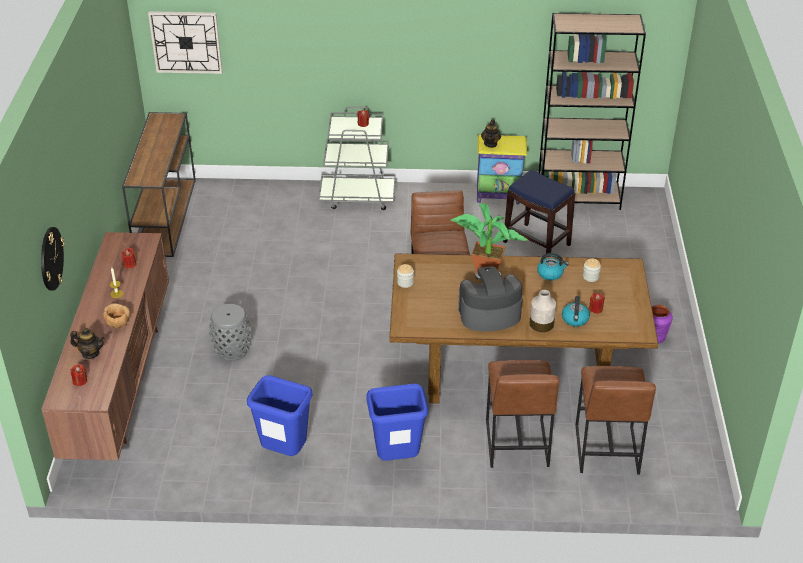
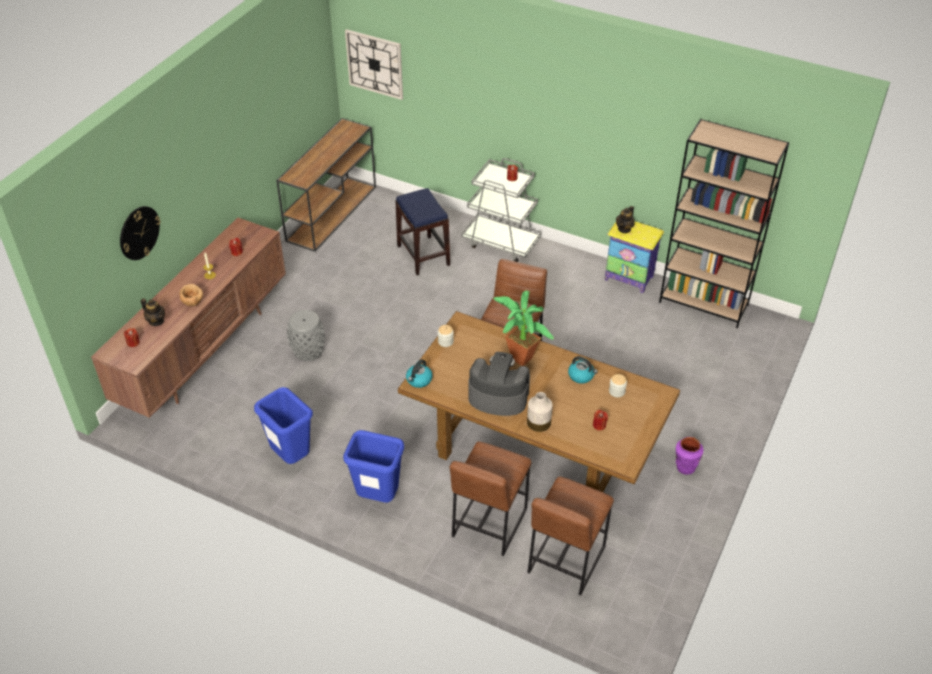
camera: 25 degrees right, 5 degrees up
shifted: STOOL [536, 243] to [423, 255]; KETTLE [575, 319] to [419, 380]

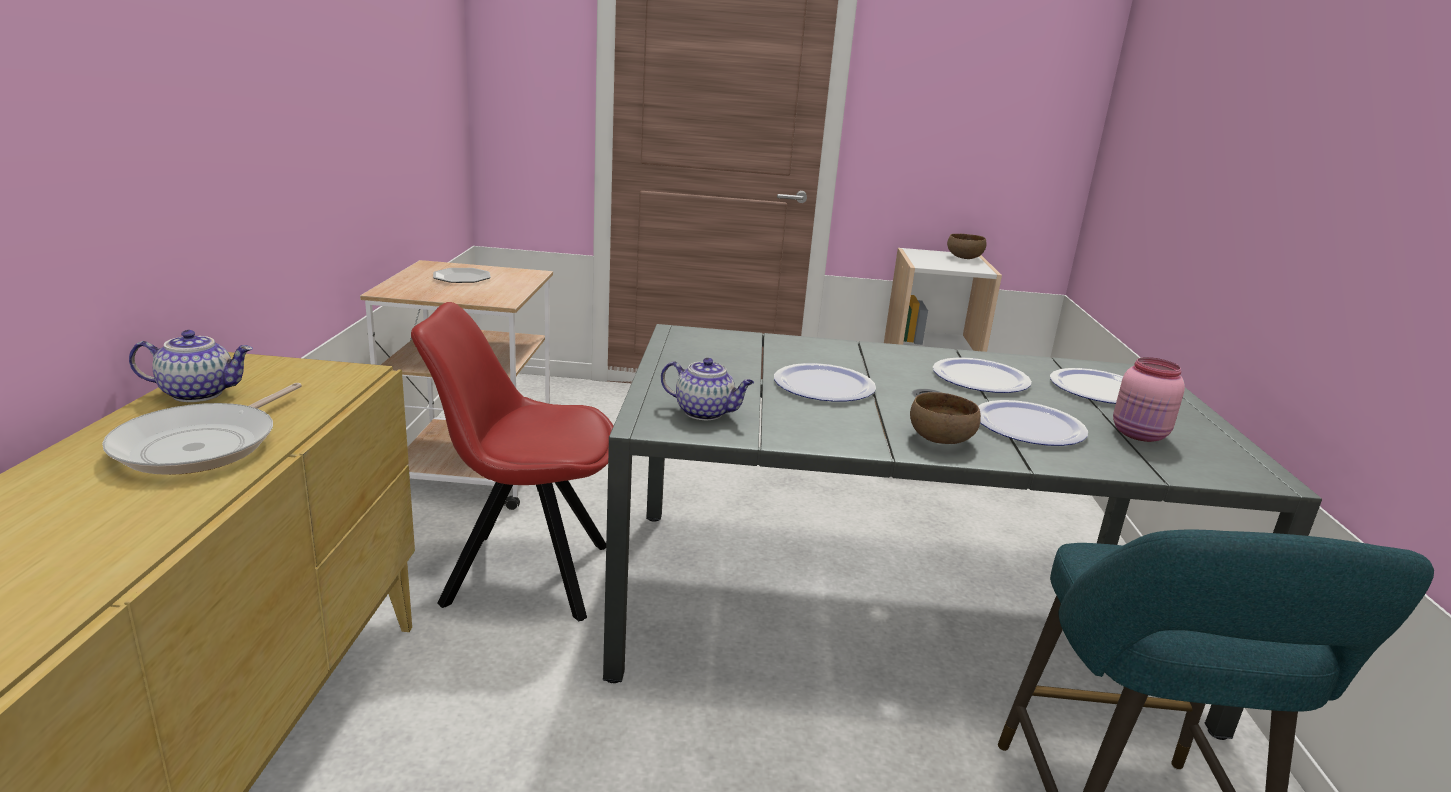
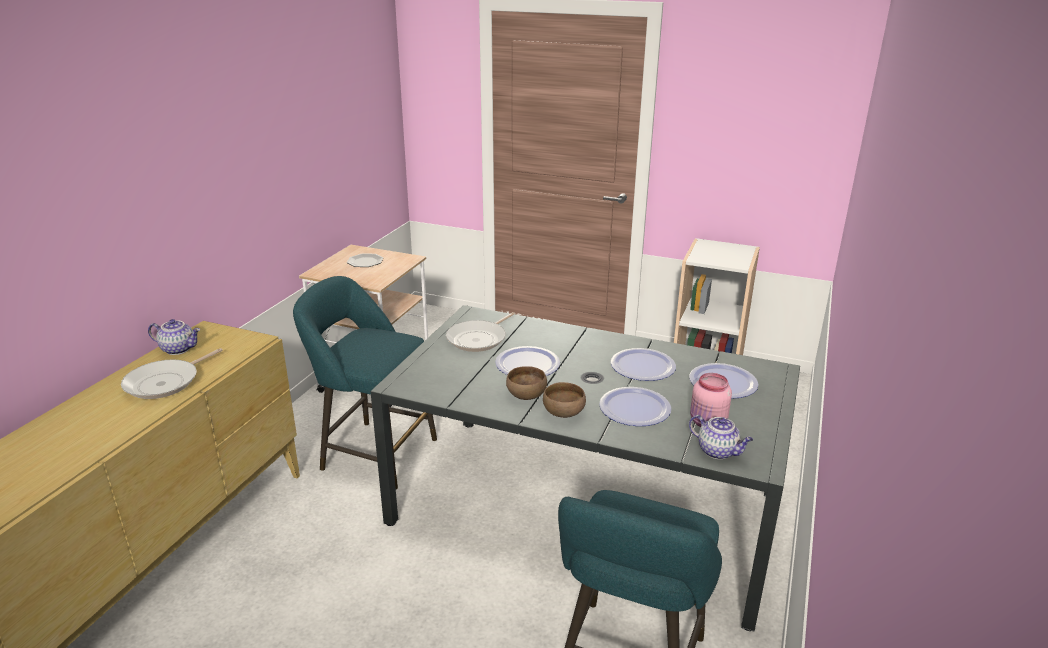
camera: 20 degrees right, 5 degrees up
new: FRYING PAN [479, 339]
shifted: TEAPOT [705, 412] to [718, 451]; BROWN BOWL [963, 257] to [525, 395]
swapped: RED CHAIR [525, 575] to TURQUOISE STOOL [374, 453]

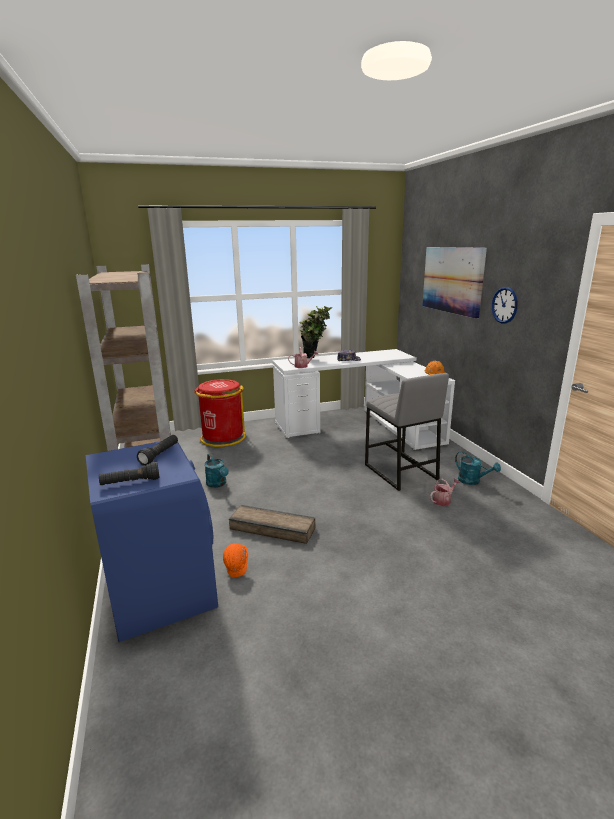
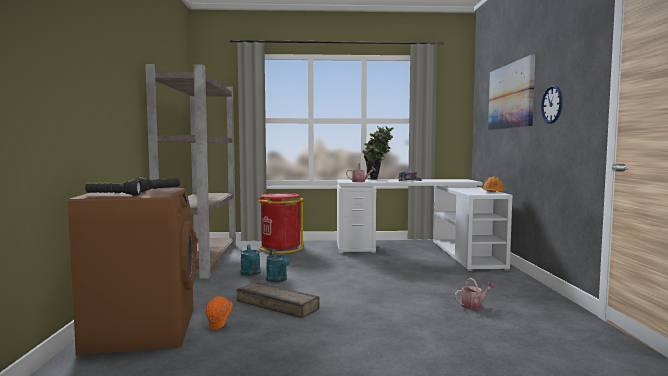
camera: 15 degrees right, 15 degrees down
gone: GREY STOOL [400, 472]
shifted: TURQUOISE WATERING CAN [472, 481] to [278, 280]
repainted: BLUE WASHING MACHINE [163, 589] to BROWN WASHING MACHINE [144, 329]

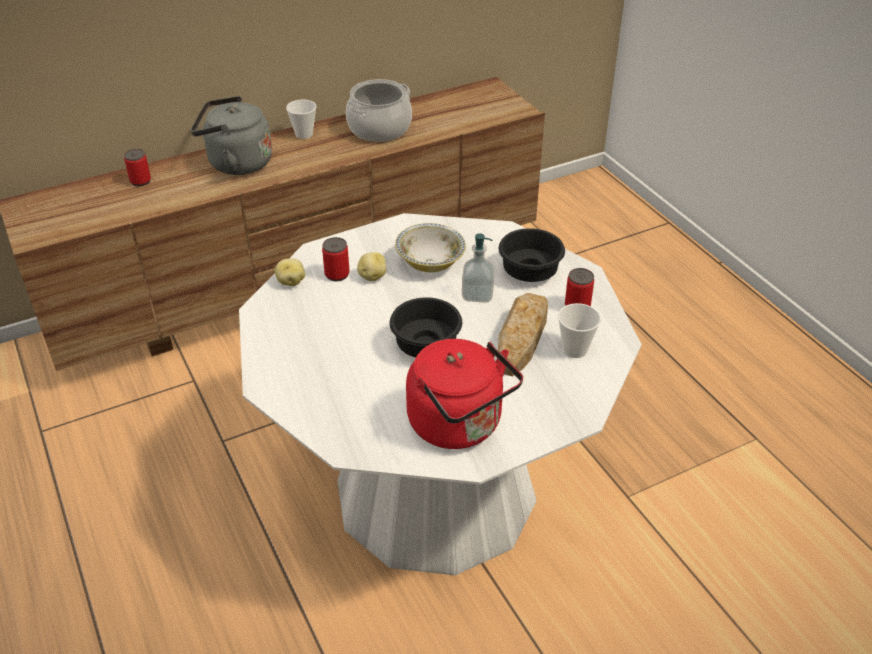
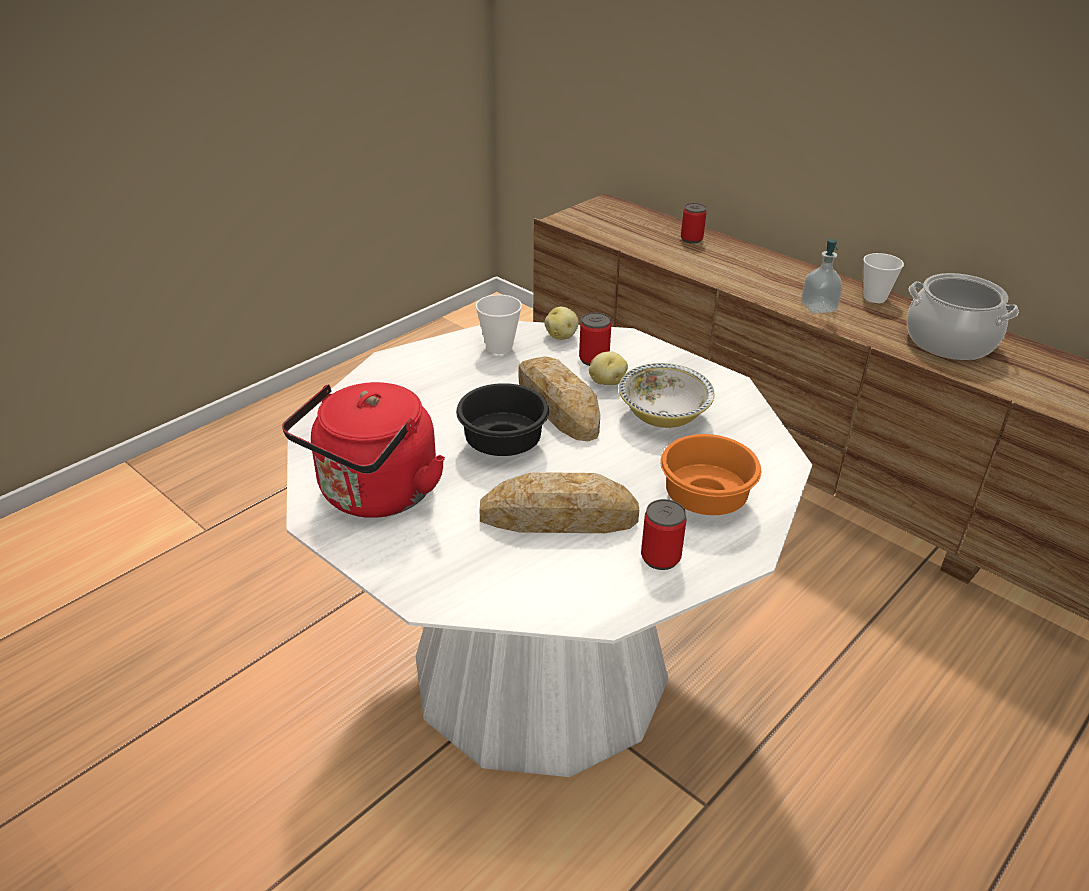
camera: 70 degrees right, 5 degrees down
gone: GREY KETTLE [236, 163]
new: BREAD [557, 405]
shifted: SOAP DISPENSER [477, 294] to [818, 307]; CUP [575, 349] to [499, 347]
repainted: BLACK BOWL [531, 273] to ORANGE BOWL [704, 501]

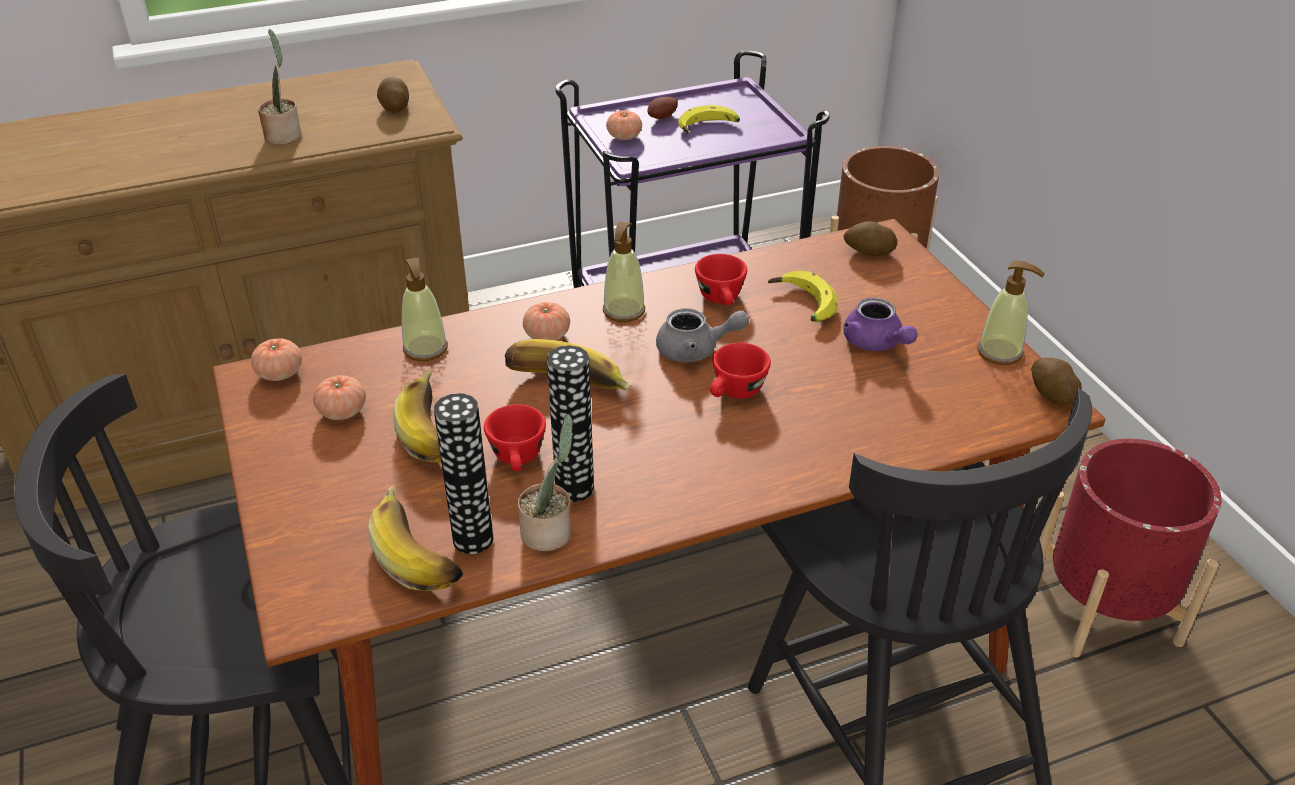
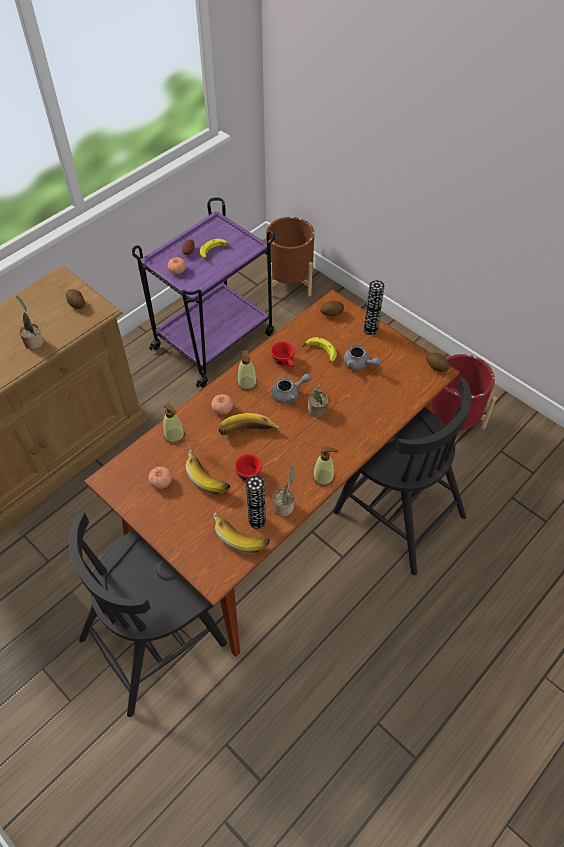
camera: 25 degrees left, 15 degrees up
gone: TOMATO [280, 373]
shifted: VASE [574, 488] to [370, 329]; SOAP DISPENSER [1000, 352] to [323, 477]
swapped: RED CUP [735, 393] to POTTED PLANT [317, 410]
repainted: PURPLE TEAPOT [876, 344] to GREY TEAPOT [359, 364]

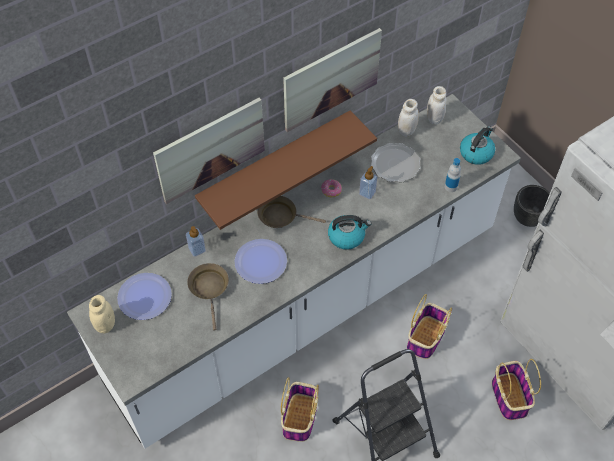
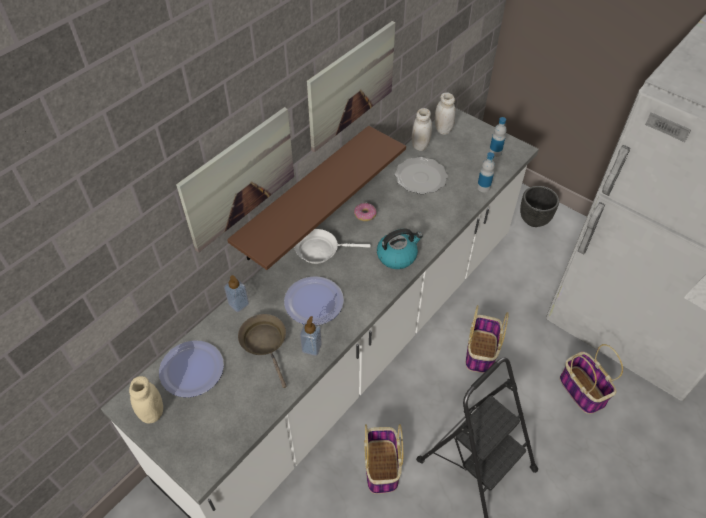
camera: 15 degrees left, 5 degrees down
shifted: SOAP DISPENSER [367, 193] to [311, 347]
swapped: KETTLE [476, 153] to BOTTLE [495, 152]
repainted: BROWN FRYING PAN [281, 216] to WHITE FRYING PAN [320, 250]

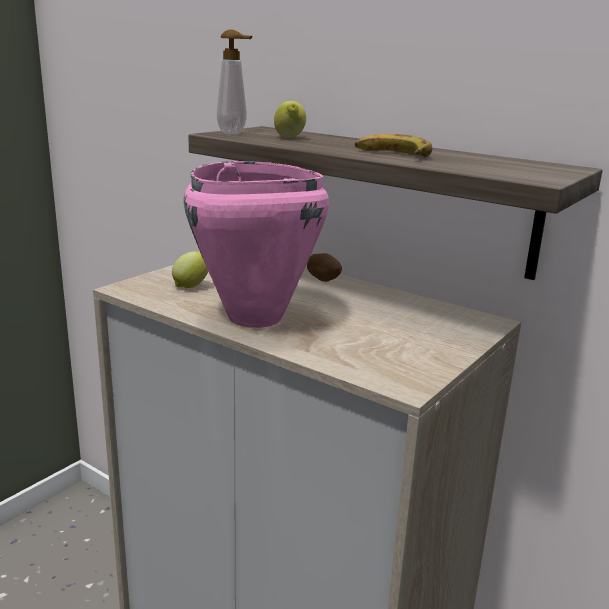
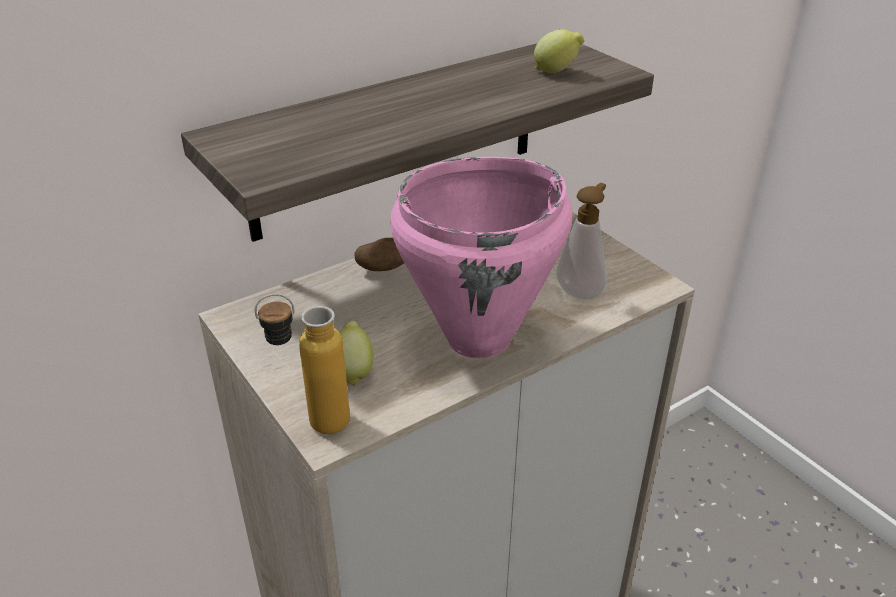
camera: 70 degrees left, 15 degrees up
gone: BANANA [392, 154]
new: BOTTLE [312, 424]
shifted: SOAP DISPENSER [235, 133] to [581, 291]; LEMON [289, 138] to [556, 72]

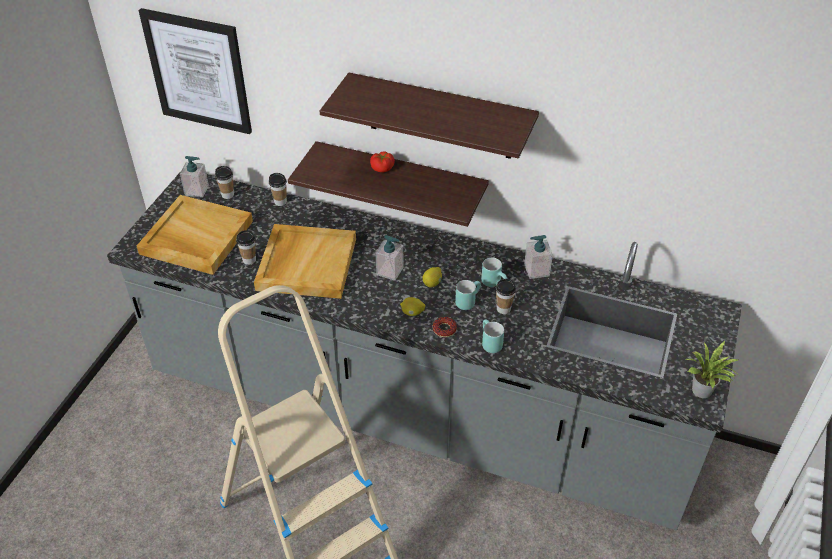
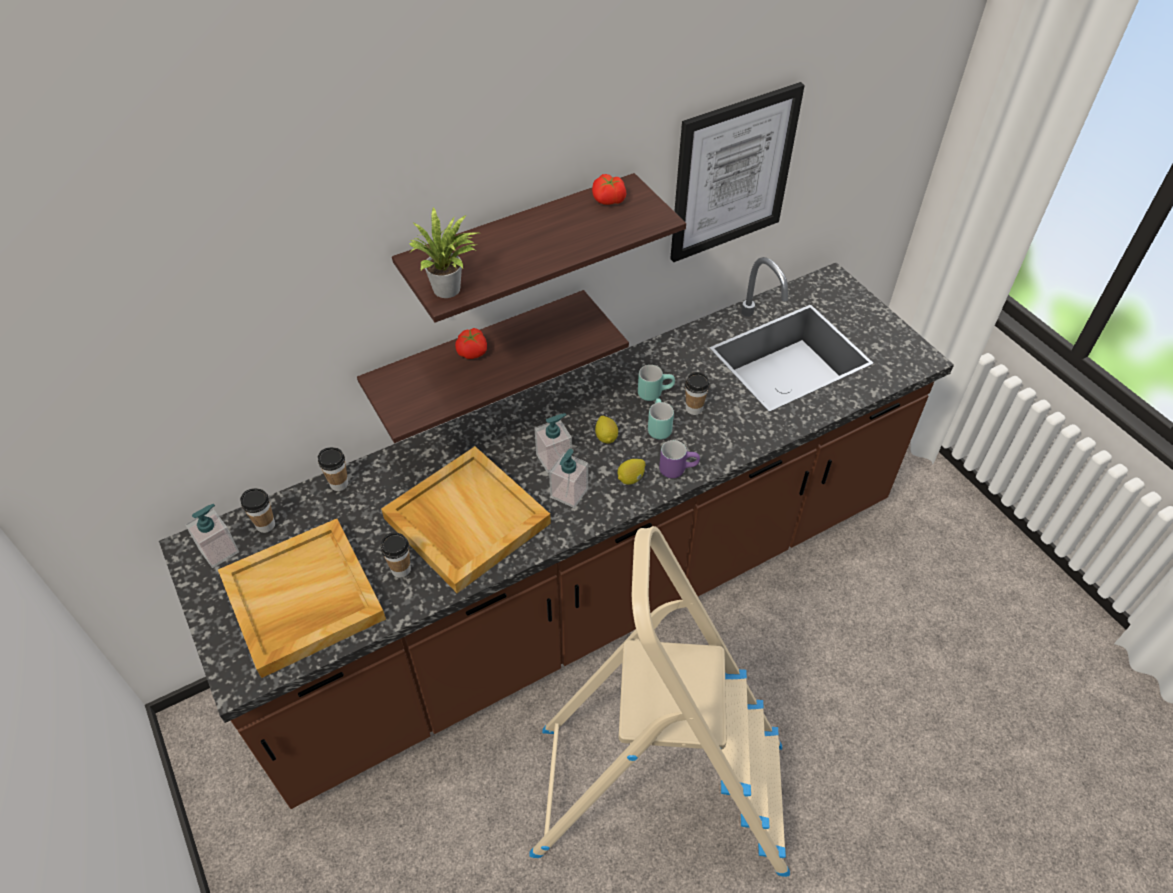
camera: 50 degrees left, 5 degrees up
gone: TURQUOISE MUG [488, 343]
new: TOMATO [608, 200]
shifted: PICTURE [198, 71] to [732, 174]; SOAP DISPENSER [536, 270] to [569, 493]; POTTED PLANT [703, 392] to [450, 290]
swapped: DONUT [444, 329] to PURPLE MUG [677, 468]
repainted: GREY COUNTER [416, 412] to BROWN COUNTER [586, 595]

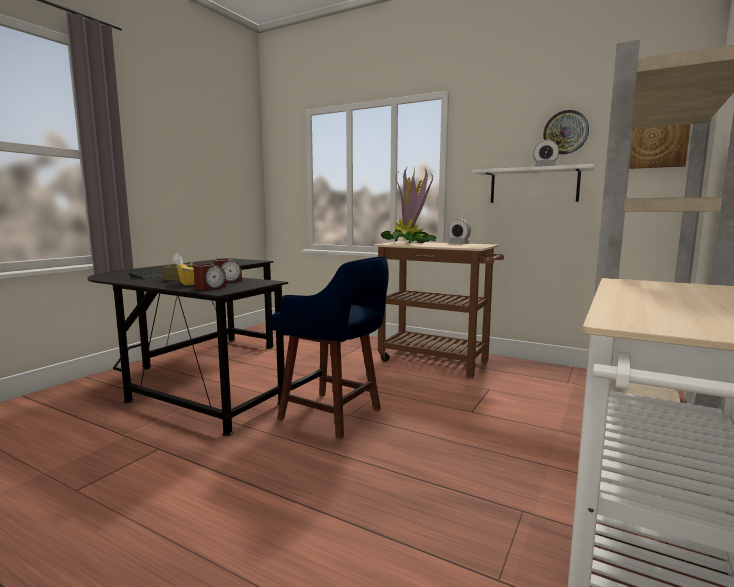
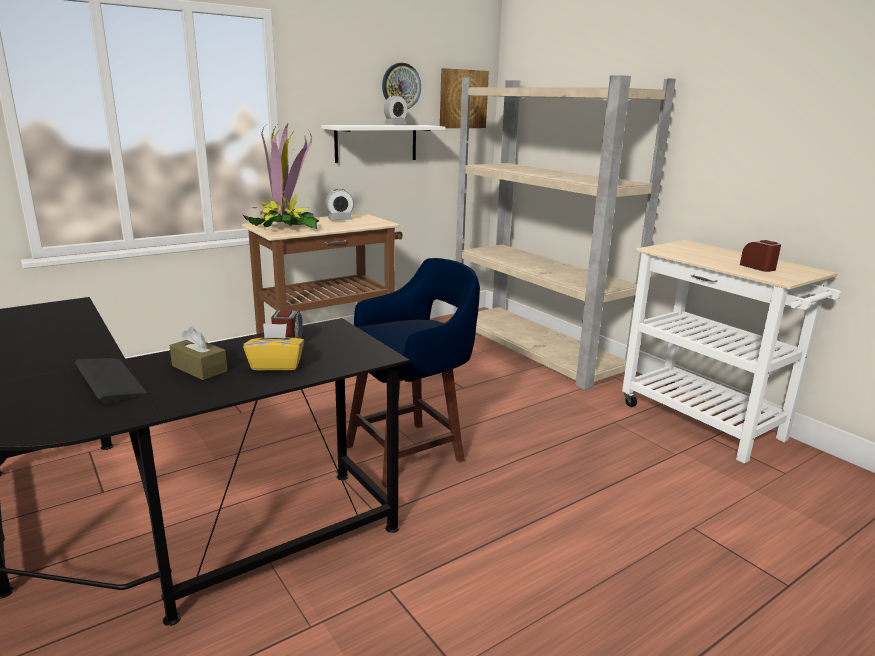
camera: 65 degrees left, 10 degrees up
shifted: ALARM CLOCK [210, 288] to [758, 267]

